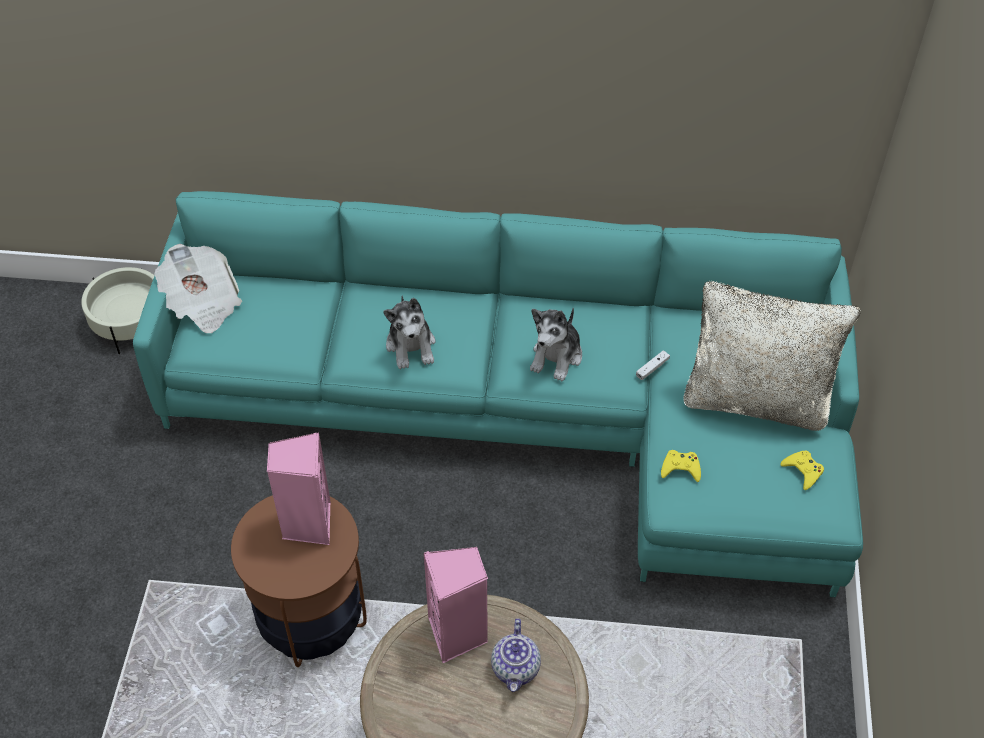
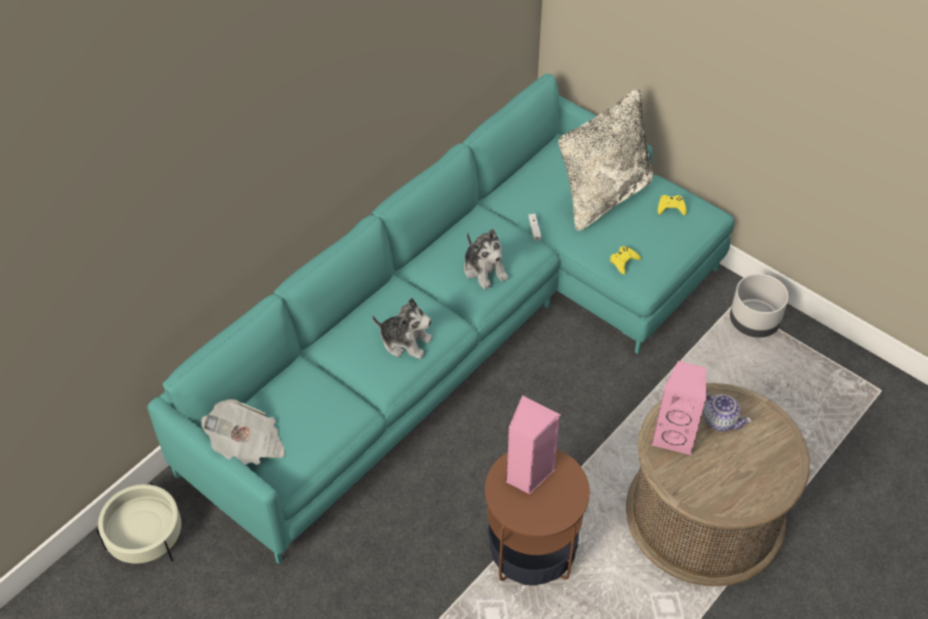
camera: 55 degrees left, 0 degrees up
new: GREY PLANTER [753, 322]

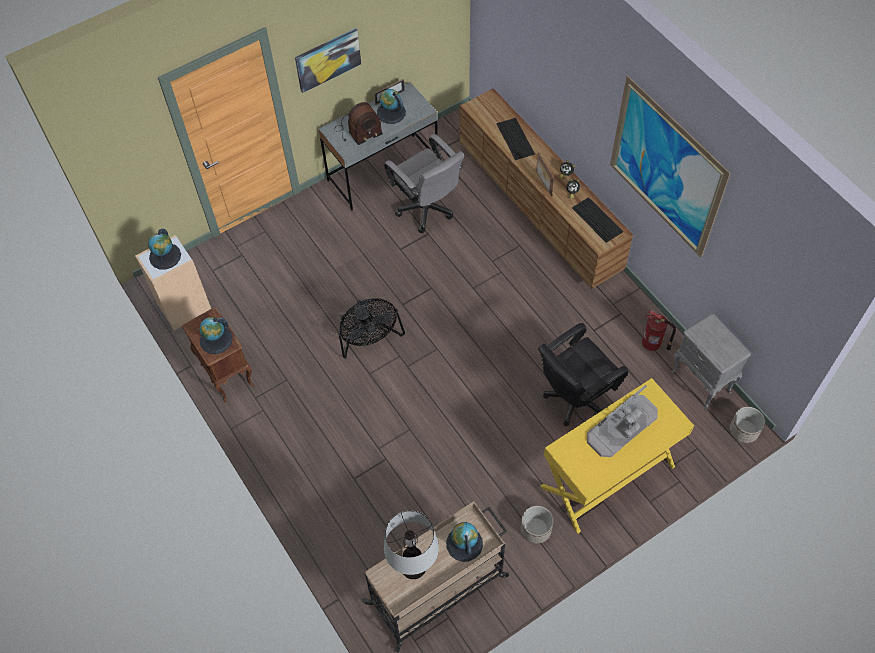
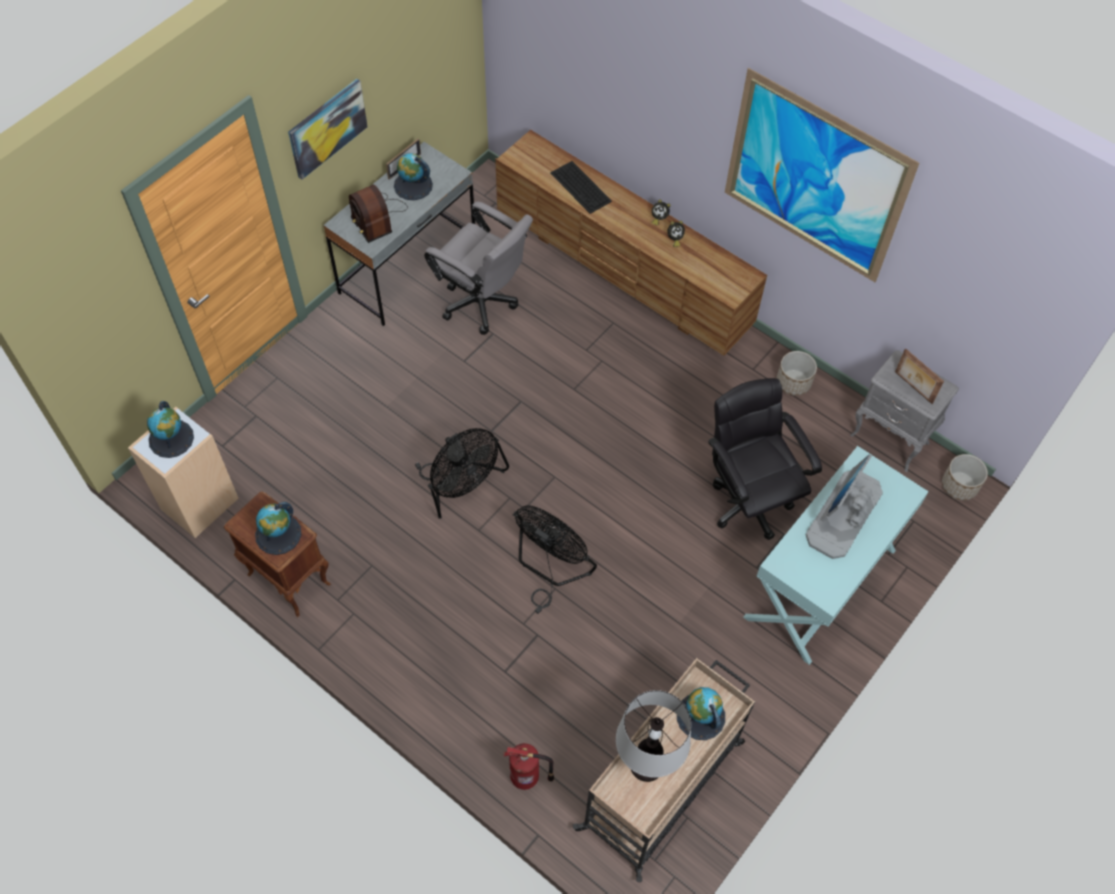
camera: 20 degrees left, 0 degrees up
gone: KEYBOARD [597, 220]
new: BLACK FAN [548, 567]
shifted: PLANTER [536, 529] to [793, 382]; PICTURE FRAME [543, 183] to [913, 388]; FIRE EXTINGUISHER [652, 344] to [527, 777]
repainted: YELLOW DESK [608, 476] to TURQUOISE DESK [821, 584]
rotated: RADIO [357, 131] = [377, 217] 105 degrees clockwise; BLACK OFFICE CHAIR [572, 402] = [746, 502] 120 degrees clockwise

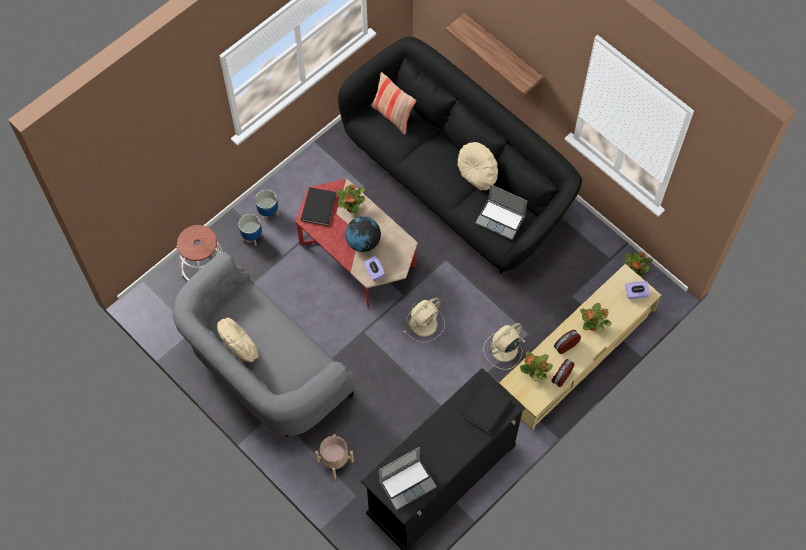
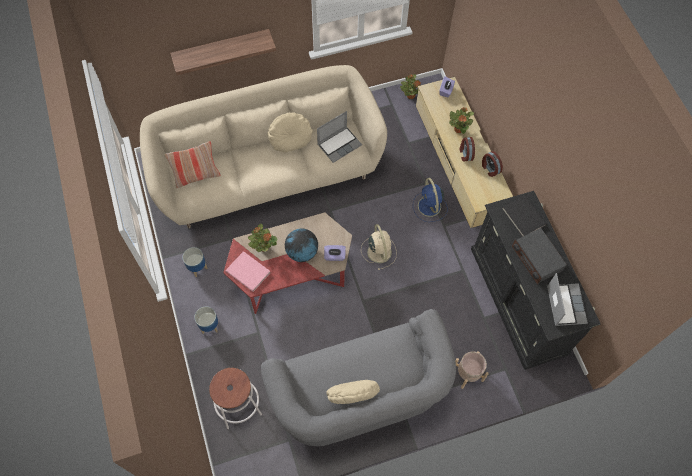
camera: 65 degrees left, 0 degrees up
gone: POTTED PLANT [534, 374]
new: RADIO [536, 259]
shifted: PLANTER [252, 237] to [197, 267]
repainted: BLACK BOOK [319, 207] to PINK BOOK [248, 271]; BLACK SOFA [456, 183] to BEIGE SOFA [268, 173]; BEIGE FAN [503, 350] to BLUE FAN [429, 207]

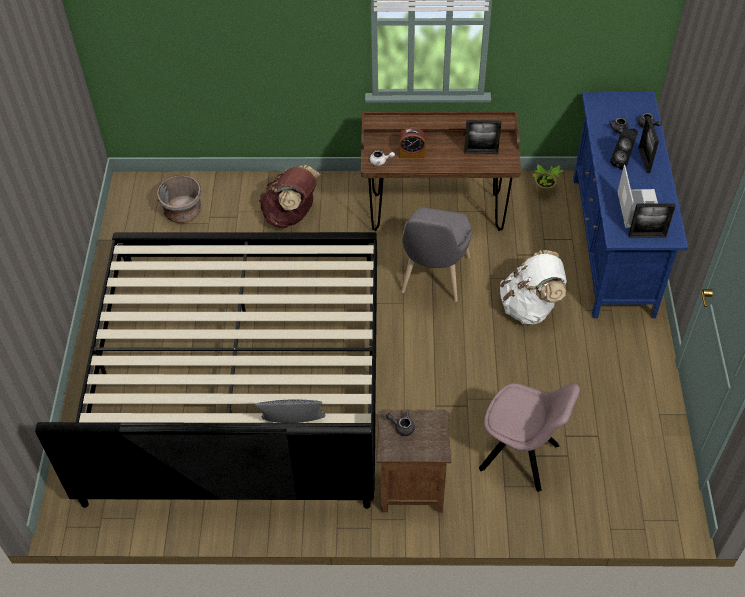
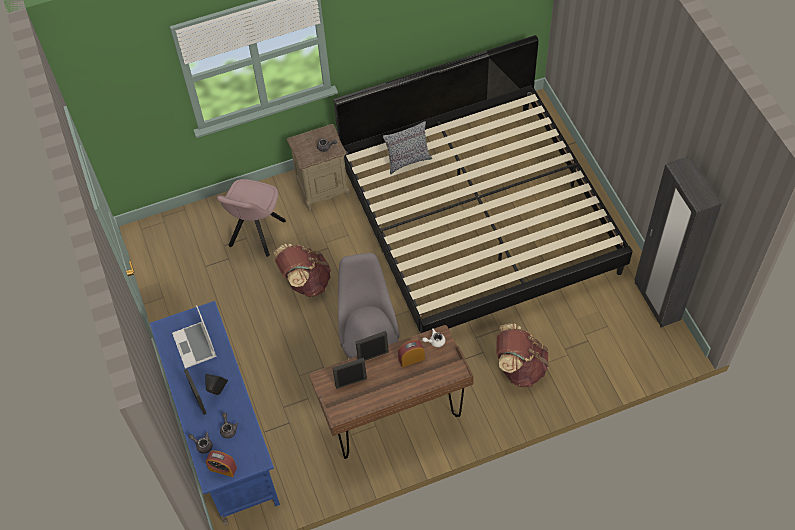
camera: 160 degrees right, 5 degrees up
gone: GREY PLANTER [183, 211]; WHITE BACKPACK [529, 306]; POTTED PLANT [544, 191]
new: ALARM CLOCK [222, 468]; BROWN BACKPACK [305, 282]; BLACK WARDROBE [656, 301]
shifted: PICTURE FRAME [647, 236] to [373, 356]
rotated: PINK CHAIR [520, 457] = [256, 233] 75 degrees counterclockwise

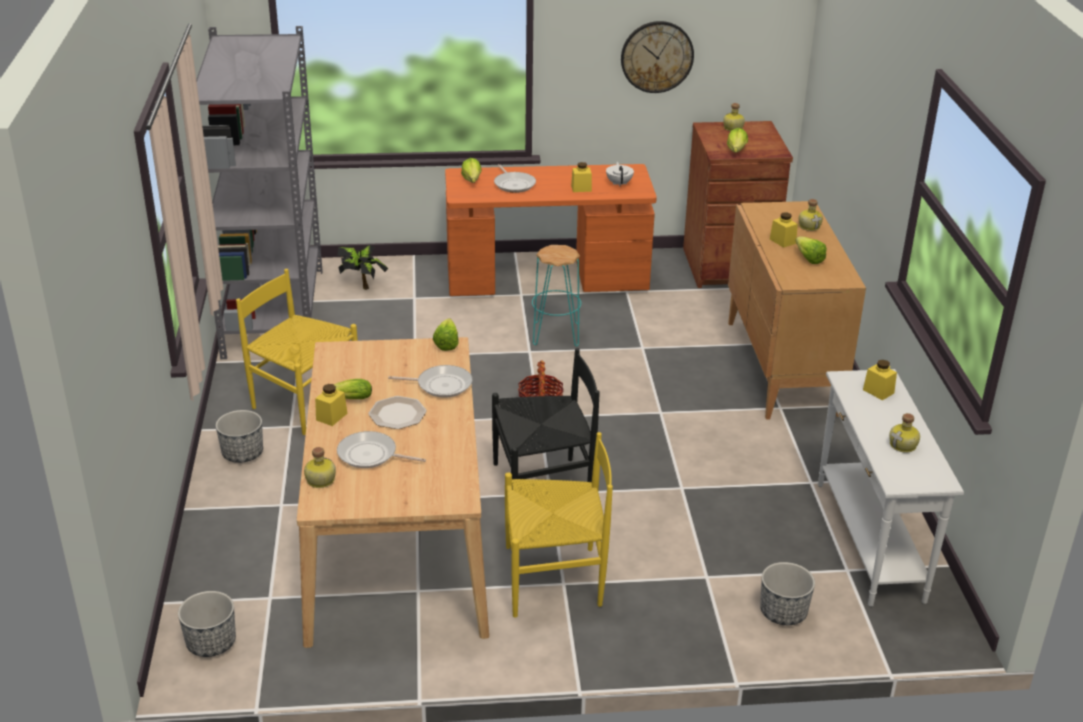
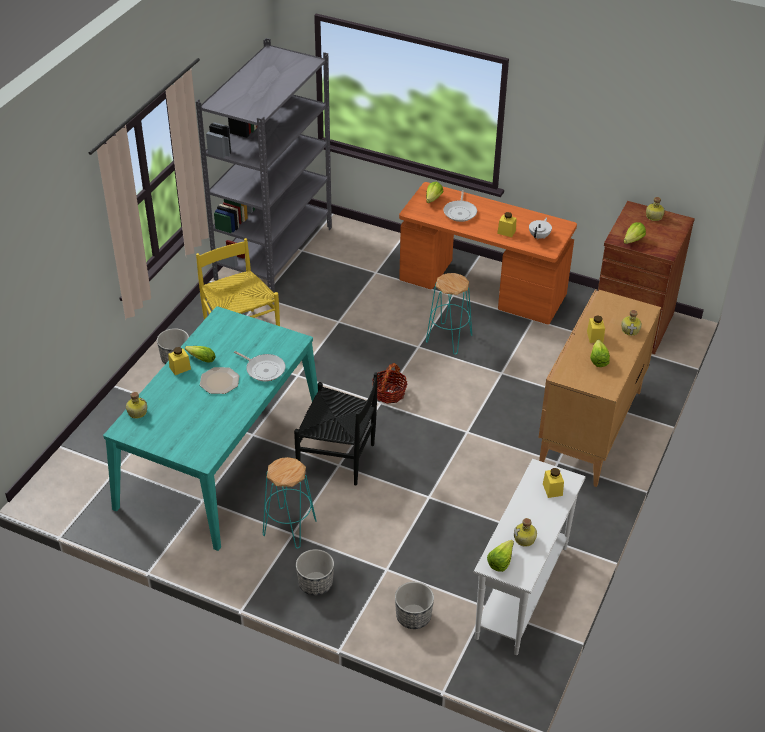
camera: 30 degrees right, 10 degrees up
gone: FRYING PAN [370, 455]; POTTED PLANT [363, 285]; WALL CLOCK [657, 56]
shifted: PLANTER [211, 643] to [315, 583]; LETTUCE [448, 342] to [503, 560]
swapped: YELLOW CHAIR [554, 579] to TURQUOISE STOOL [289, 528]
repainted: BEIGE DINING TABLE [397, 536] to TURQUOISE DINING TABLE [220, 456]

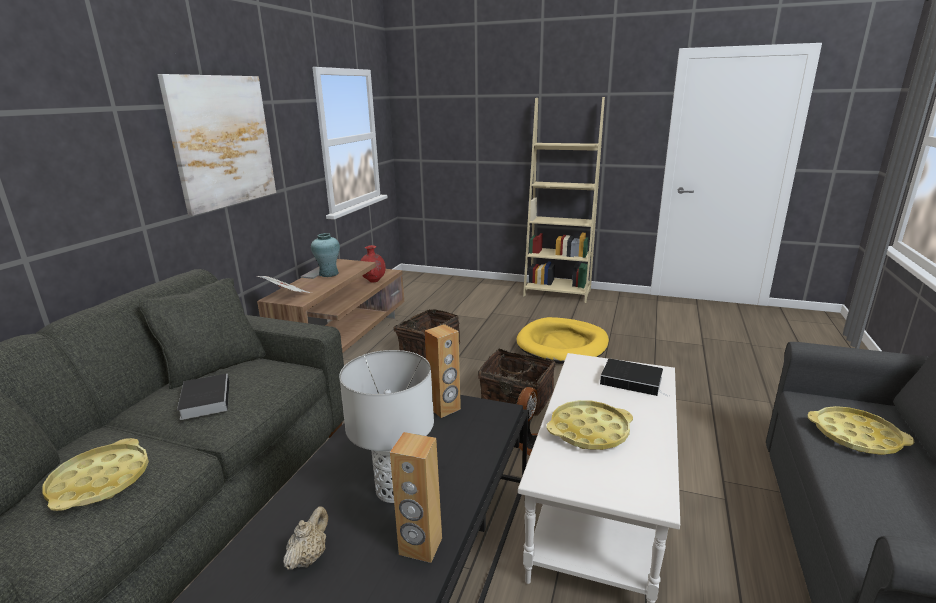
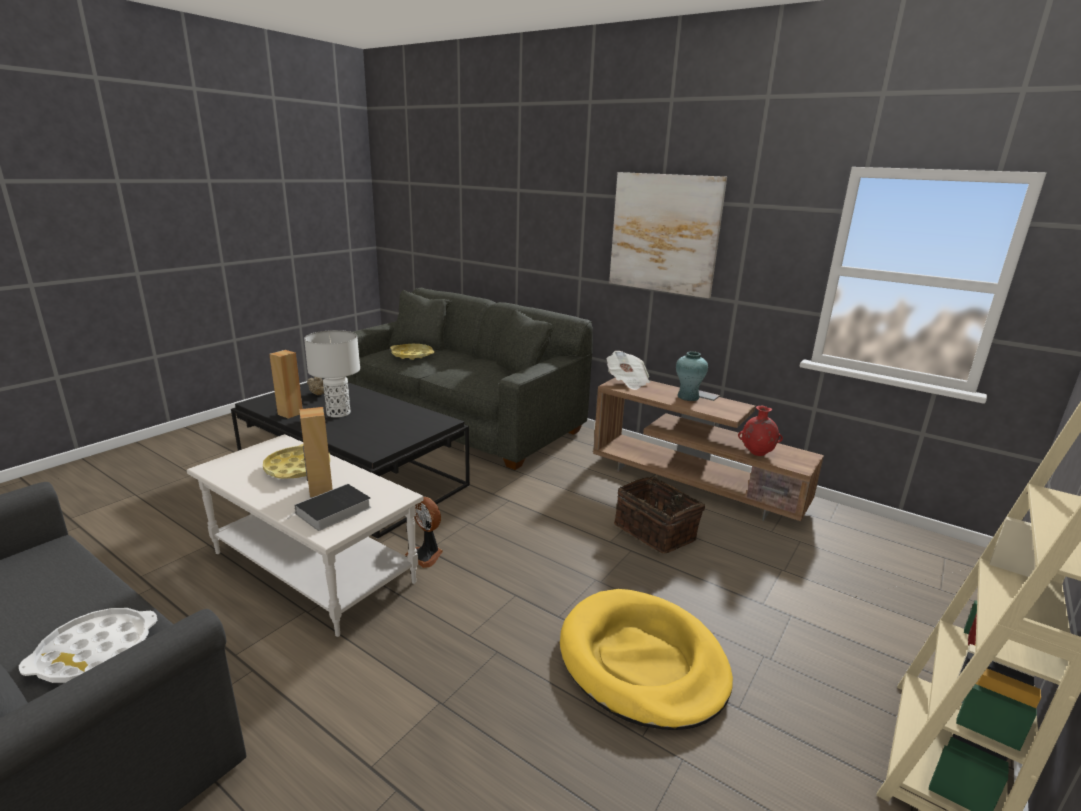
camera: 105 degrees right, 0 degrees up
gone: BOOK [205, 399]; BASKET [516, 398]
shifted: BROWN SPEAKER [444, 409] to [320, 490]
repainted: YELLOW TRAY [855, 436] to WHITE TRAY [95, 651]

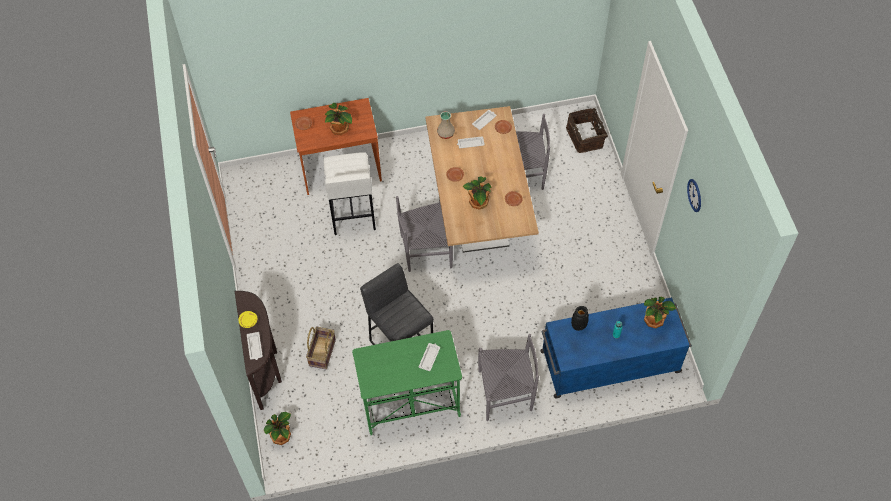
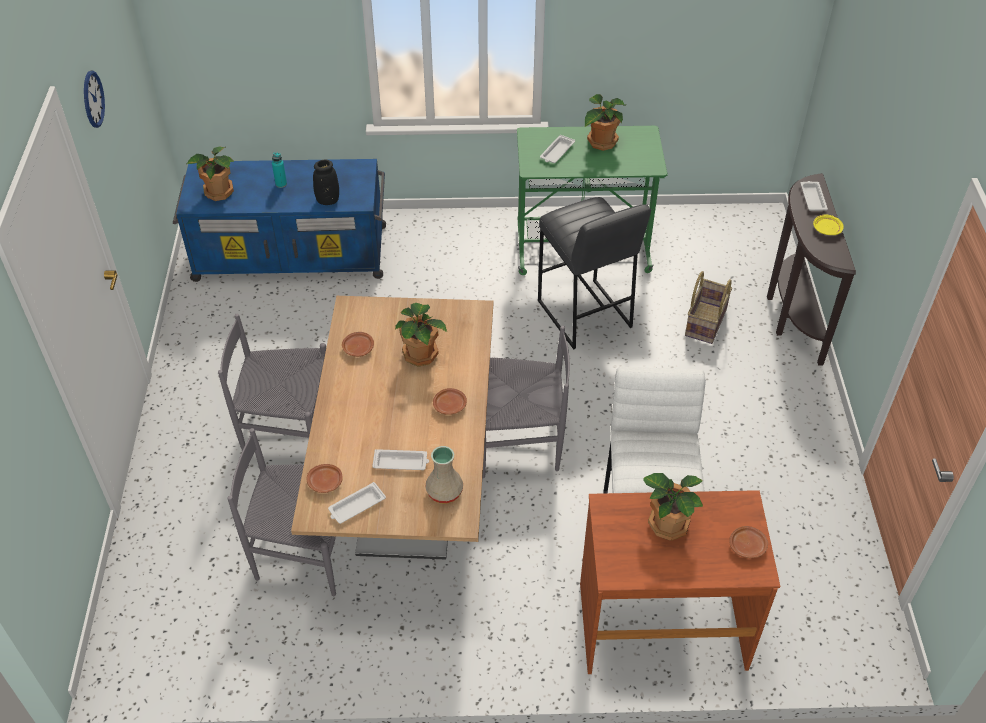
camera: 170 degrees left, 10 degrees down
gone: BASKET [586, 137]
shifted: POTTED PLANT [281, 436] to [601, 142]; GREY CHAIR [506, 393] to [288, 430]

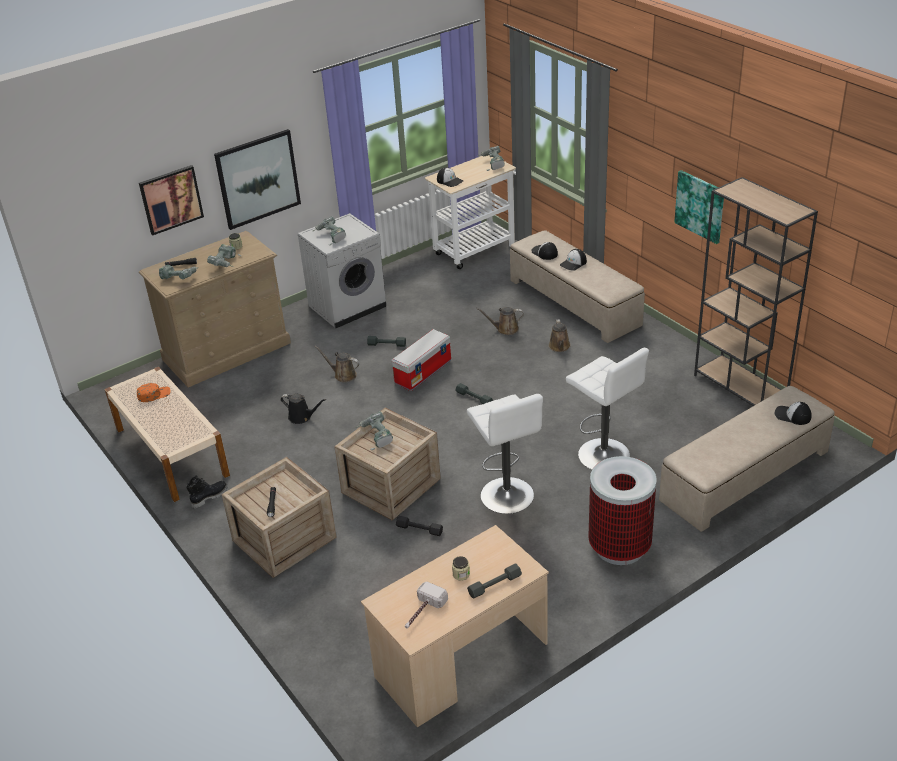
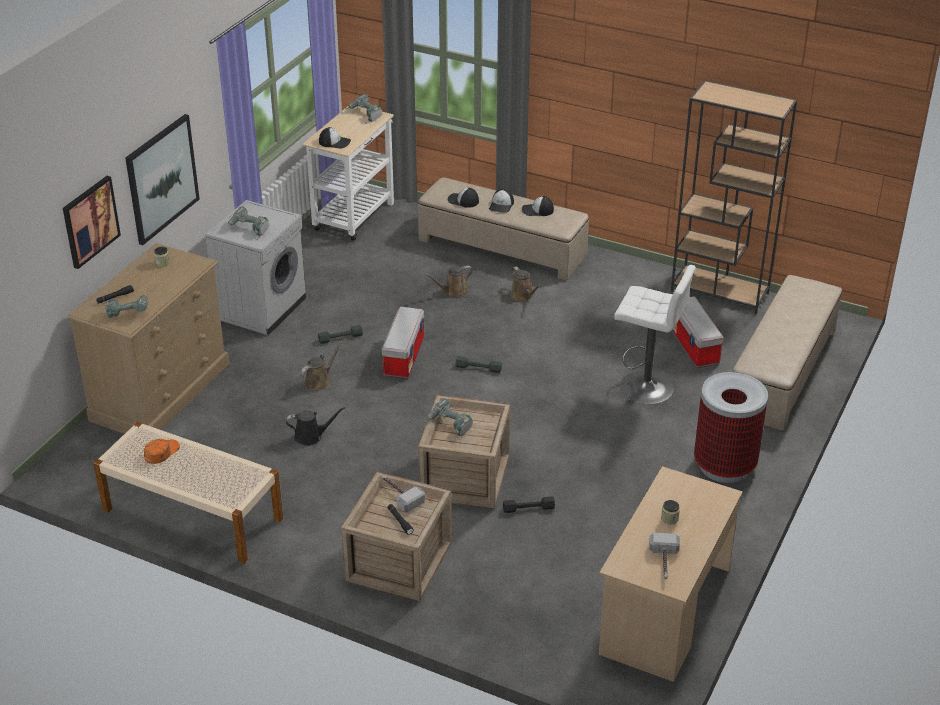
camera: 30 degrees left, 0 degrees up
gone: BLACK BOOT [209, 497]; POWER DRILL [226, 263]; WHITE STOOL [506, 496]; GREY DUMBBELL [494, 585]; PICTURE [700, 206]
new: HAMMER [399, 495]; STORAGE BOX [694, 346]
shifted: CAP [792, 415] to [537, 210]
rotated: BROWN WATERING CAN [343, 375] = [319, 381] 135 degrees clockwise

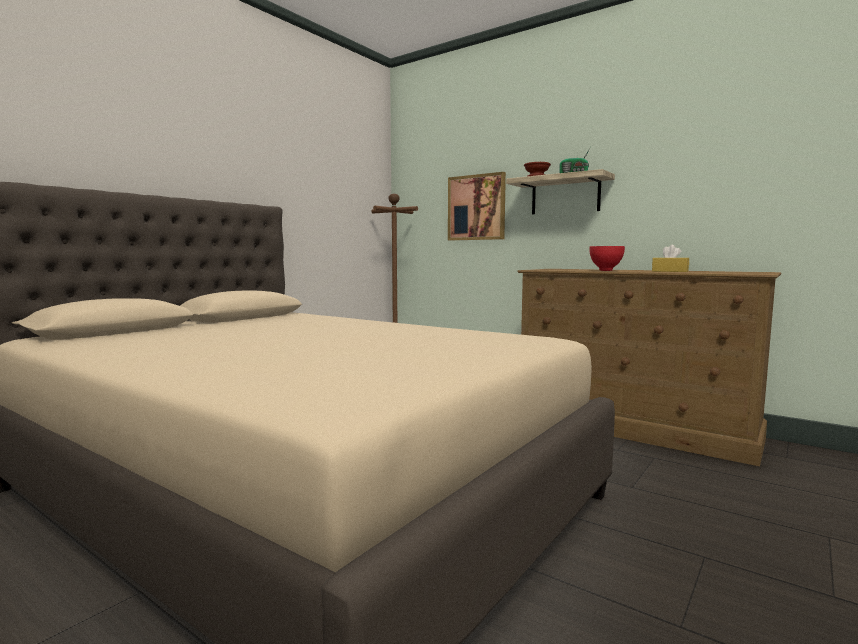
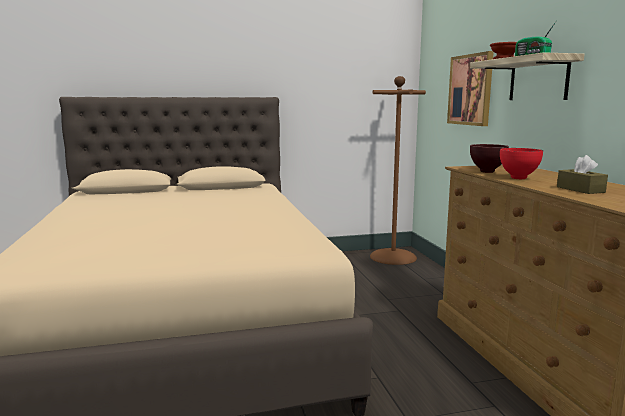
camera: 40 degrees right, 5 degrees up
new: BROWN BOWL [486, 172]
repainted: YELLOW TISSUE BOX [670, 271] to BROWN TISSUE BOX [580, 189]

